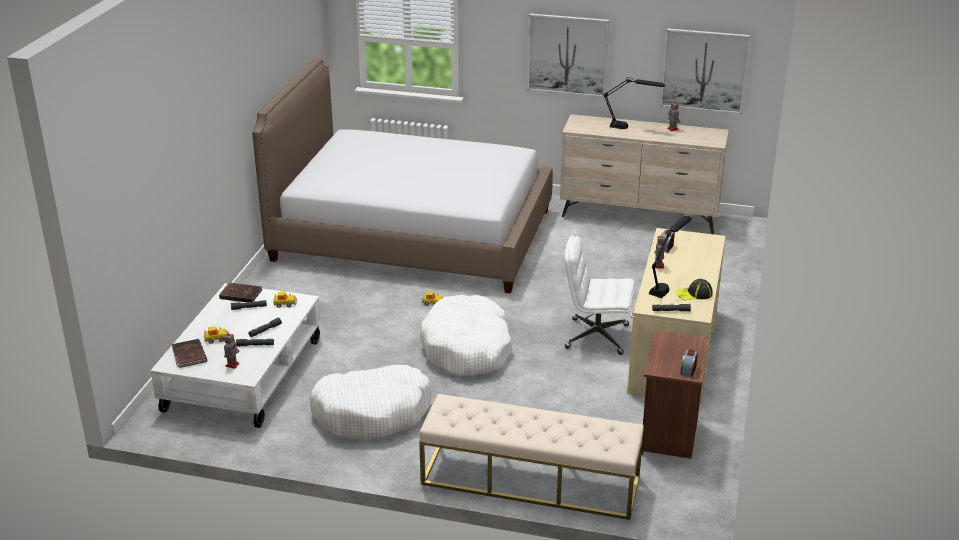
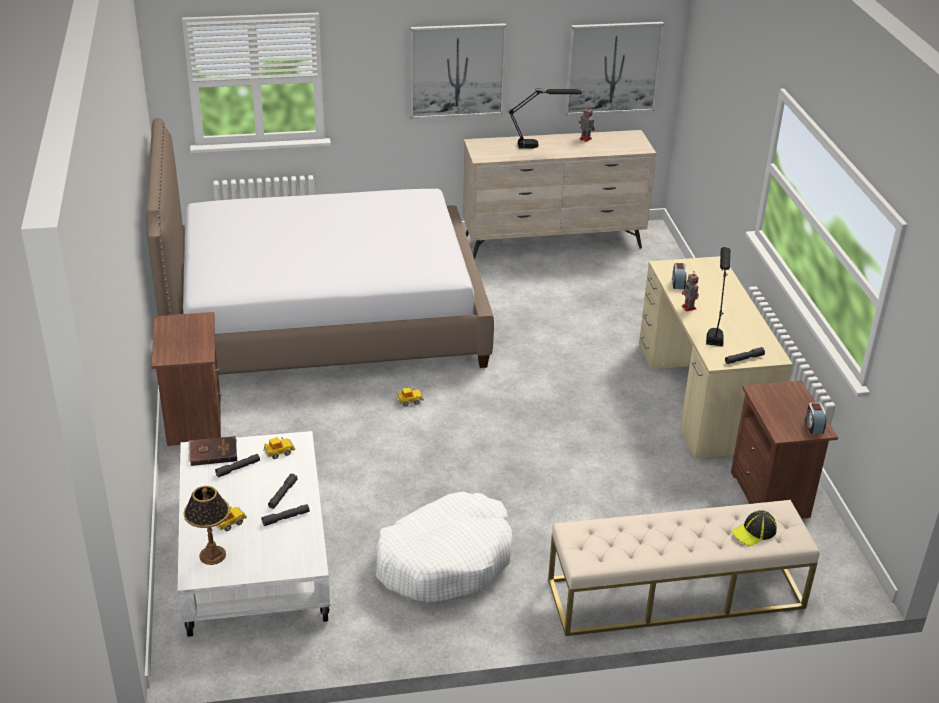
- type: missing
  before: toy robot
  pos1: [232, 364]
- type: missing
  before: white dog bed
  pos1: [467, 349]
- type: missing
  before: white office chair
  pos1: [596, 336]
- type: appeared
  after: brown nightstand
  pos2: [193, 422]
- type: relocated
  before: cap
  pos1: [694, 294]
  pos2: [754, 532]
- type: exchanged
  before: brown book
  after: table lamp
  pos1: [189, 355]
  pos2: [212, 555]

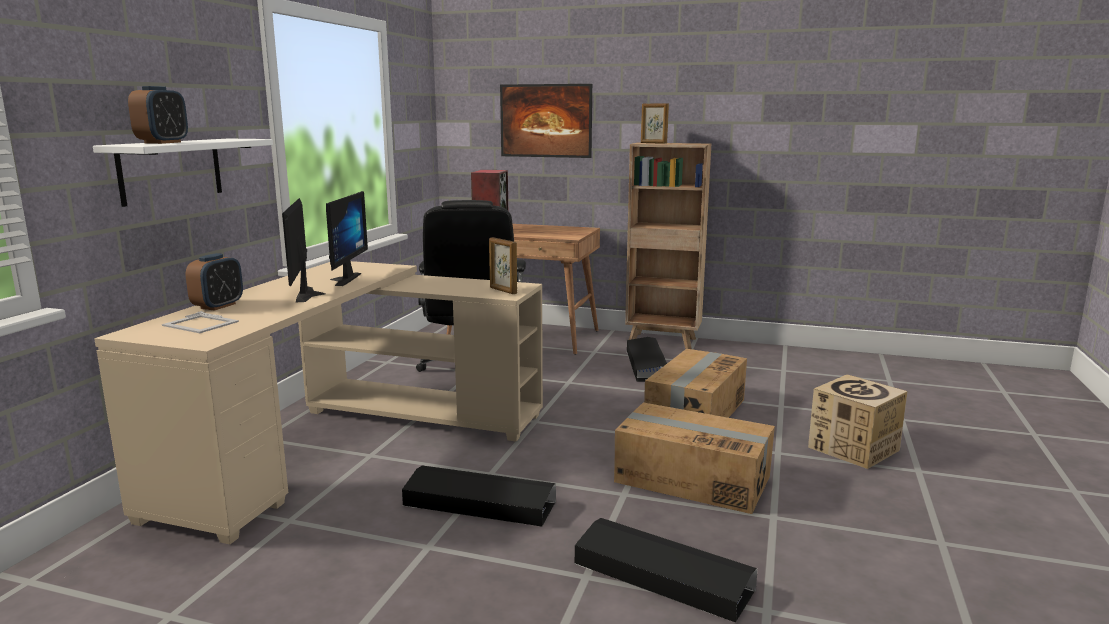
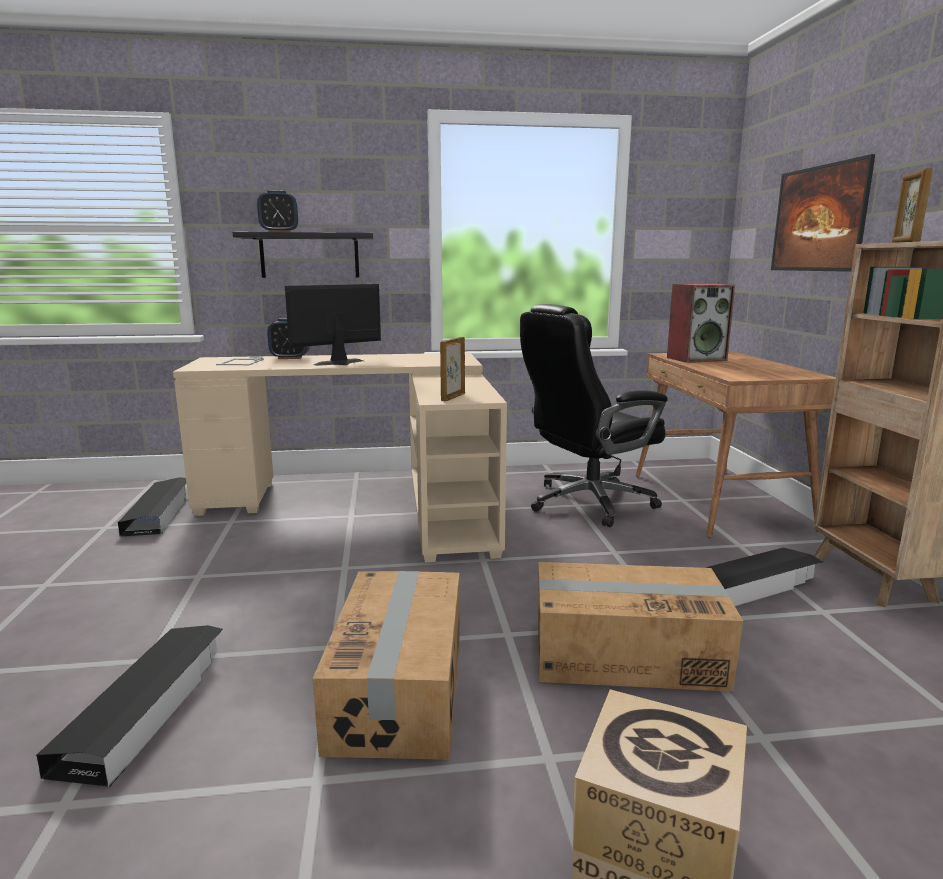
- type: missing
  before: monitor
  pos1: [341, 279]
- type: relocated
  before: black storage box
  pos1: [479, 504]
  pos2: [159, 513]
- type: colour
  before: white shelf
  after: black shelf
  pos1: [171, 170]
  pos2: [309, 256]

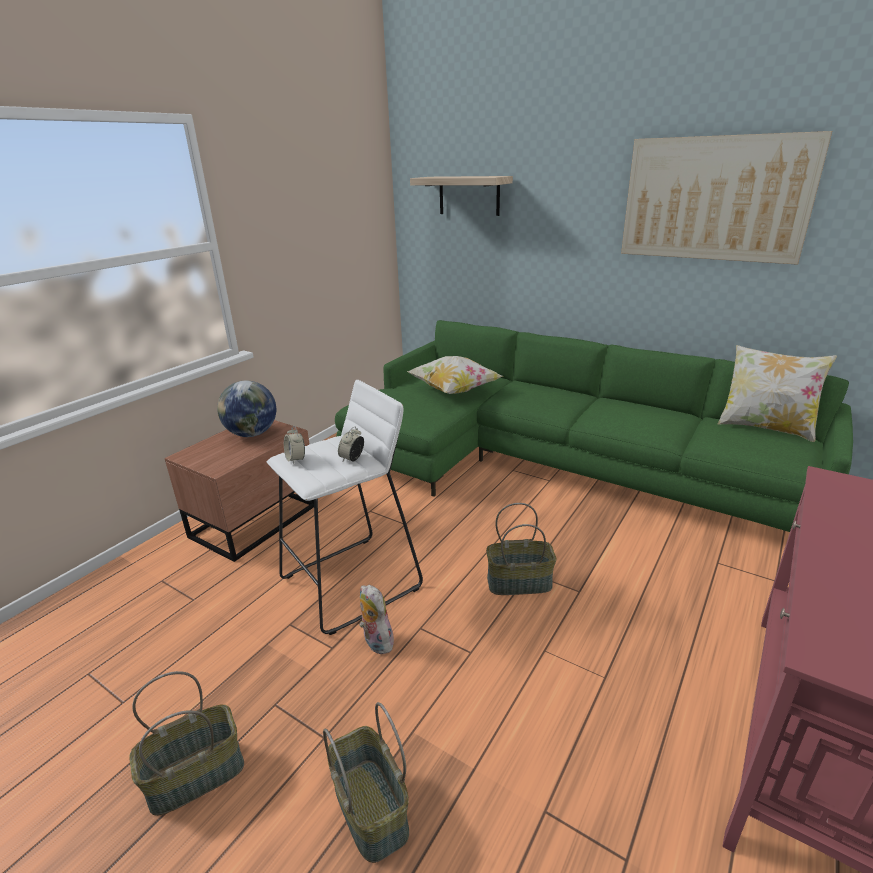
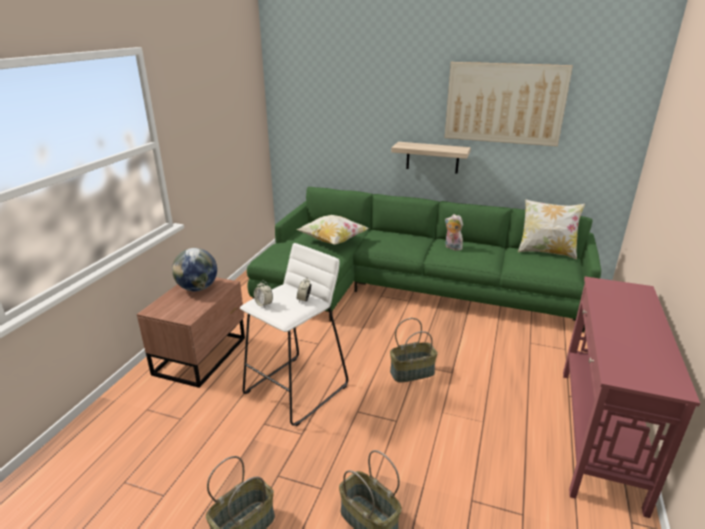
- type: relocated
  before: plush toy
  pos1: [376, 641]
  pos2: [452, 247]
- type: relocated
  before: shelf
  pos1: [469, 195]
  pos2: [432, 157]

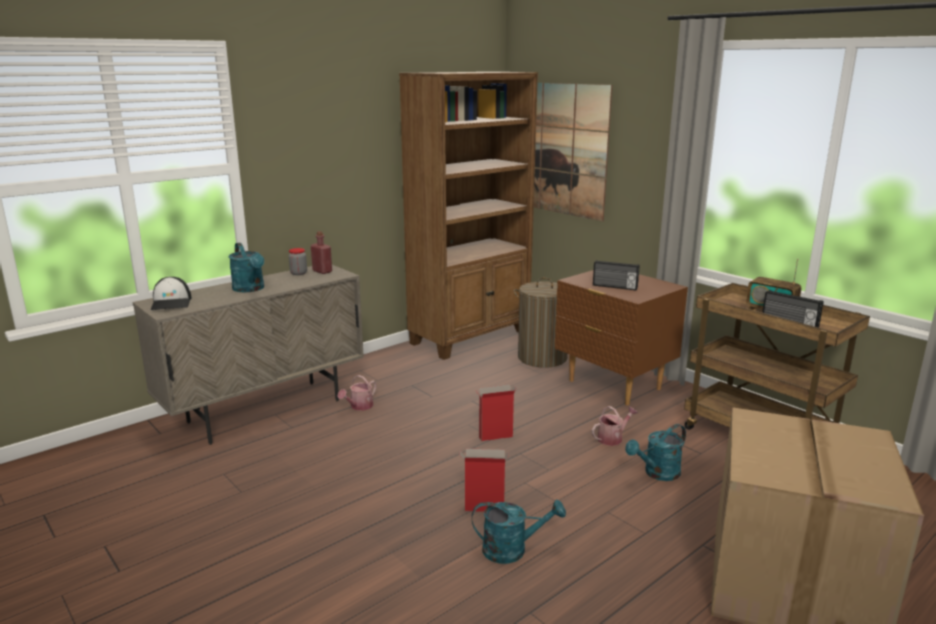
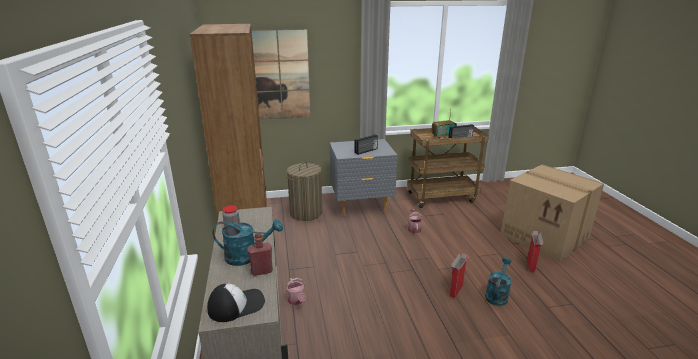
- type: missing
  before: turquoise watering can
  pos1: [657, 474]
- type: relocated
  before: red bottle
  pos1: [322, 271]
  pos2: [261, 271]
- type: relocated
  before: cardboard box
  pos1: [495, 437]
  pos2: [531, 266]
- type: colour
  before: brown nightstand
  after: grey nightstand
  pos1: [613, 385]
  pos2: [361, 207]
- type: spun
  before: cap
  pos1: [172, 303]
  pos2: [236, 305]
  turn: -45

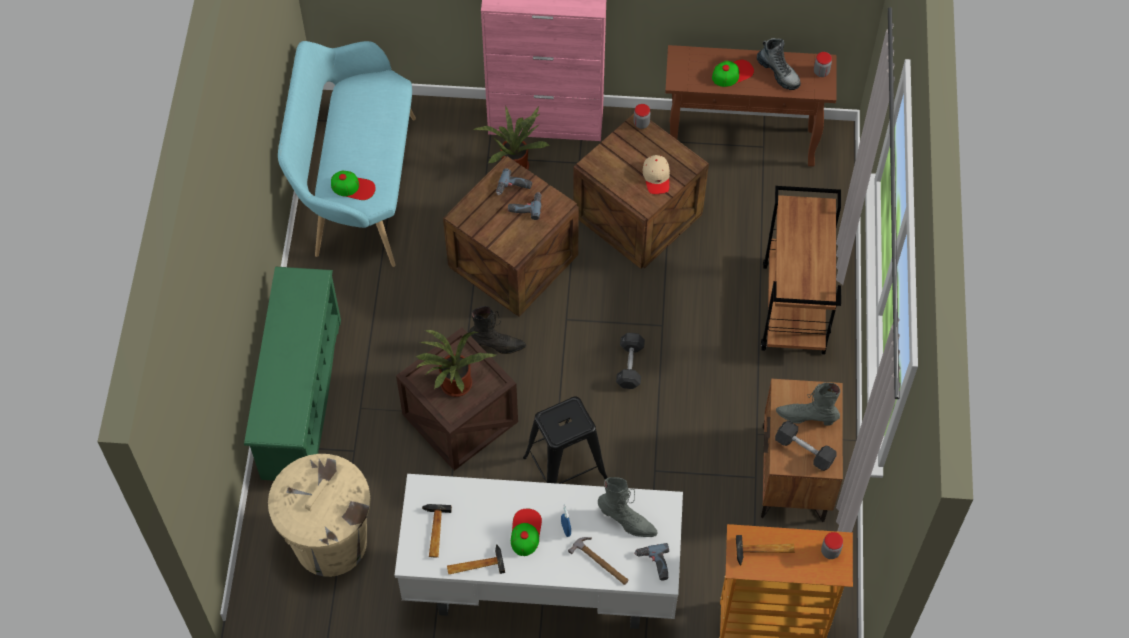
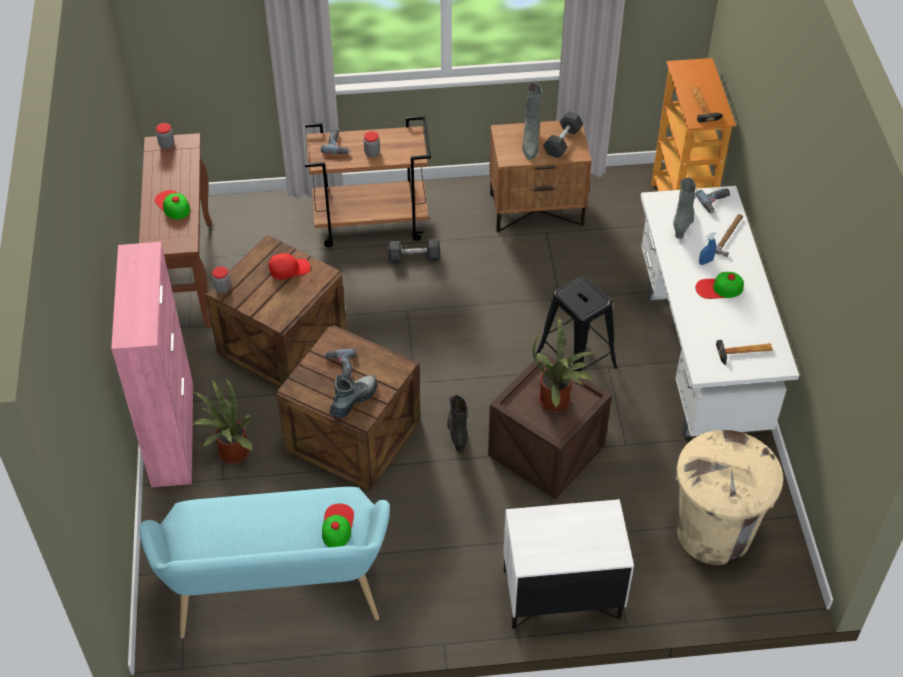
- type: missing
  before: hammer
  pos1: [475, 564]
- type: relocated
  before: power drill
  pos1: [514, 188]
  pos2: [338, 145]
- type: relocated
  before: grey dumbbell
  pos1: [630, 365]
  pos2: [414, 257]
- type: relocated
  before: boot
  pos1: [778, 73]
  pos2: [353, 400]
- type: relocated
  before: jar
  pos1: [830, 551]
  pos2: [372, 153]
- type: exchanged
  before: green shoe rack
  after: white nightstand
  pos1: [300, 398]
  pos2: [561, 596]
- type: colour
  before: beige cap
  after: red cap
  pos1: [656, 177]
  pos2: [289, 269]

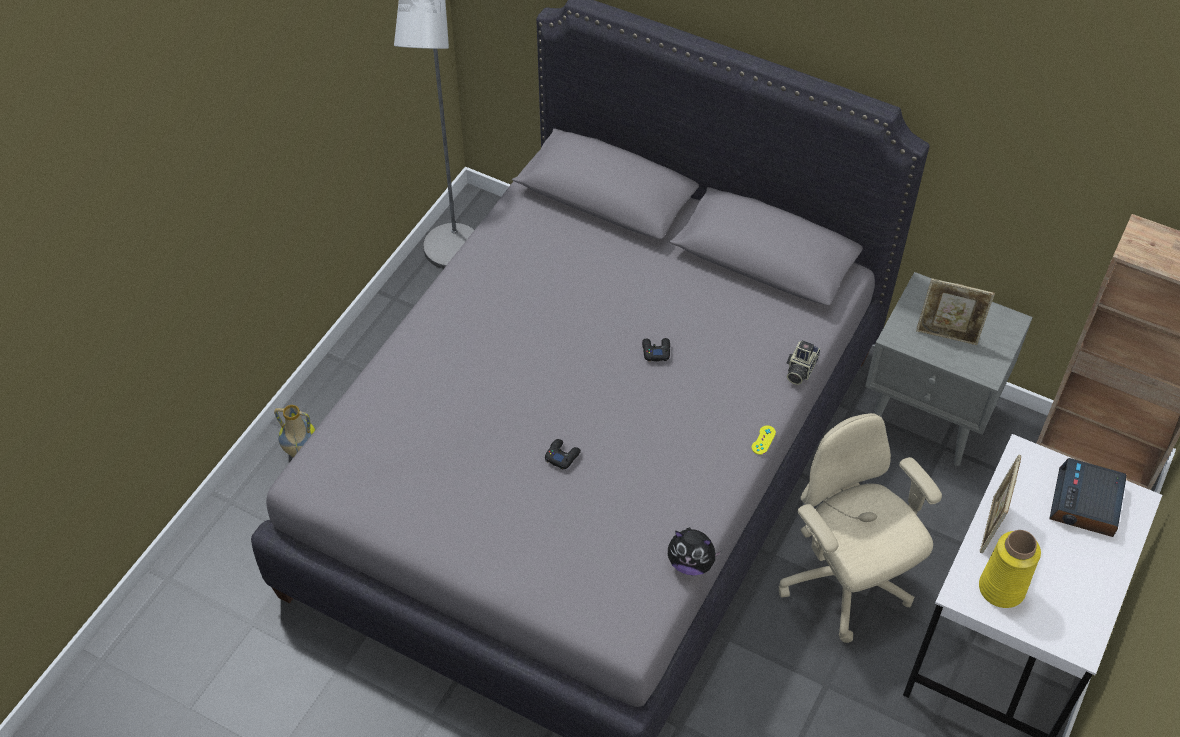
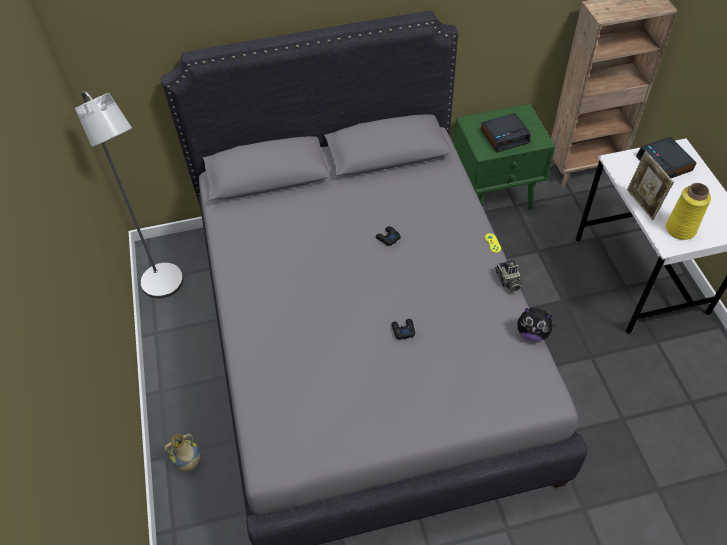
- type: missing
  before: beige office chair
  pos1: [845, 583]
- type: relocated
  before: photo camera
  pos1: [799, 370]
  pos2: [507, 281]
- type: exchanged
  before: picture frame
  after: alarm clock
  pos1: [947, 335]
  pos2: [505, 136]
- type: colour
  before: grey nightstand
  after: green nightstand
  pos1: [930, 416]
  pos2: [495, 195]
- type: spun
  before: plush toy
  pos1: [691, 563]
  pos2: [532, 333]
  turn: 45

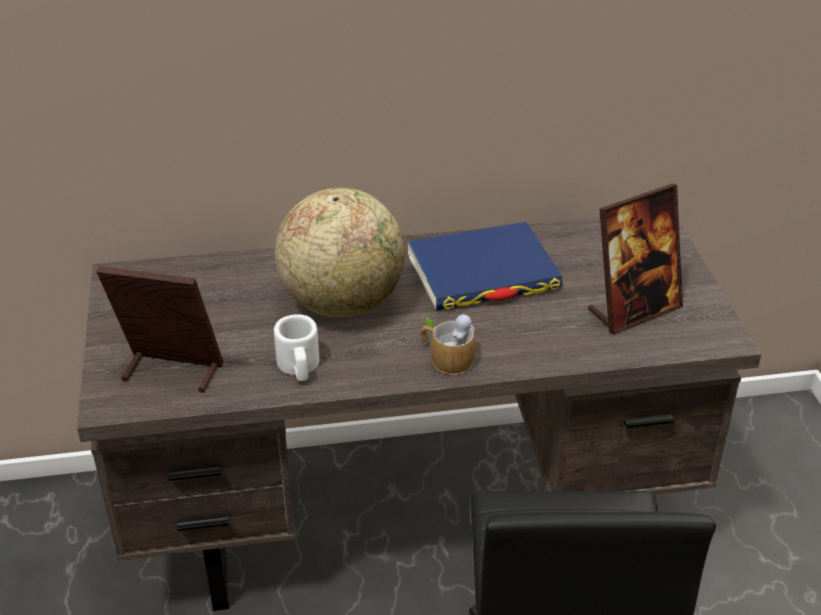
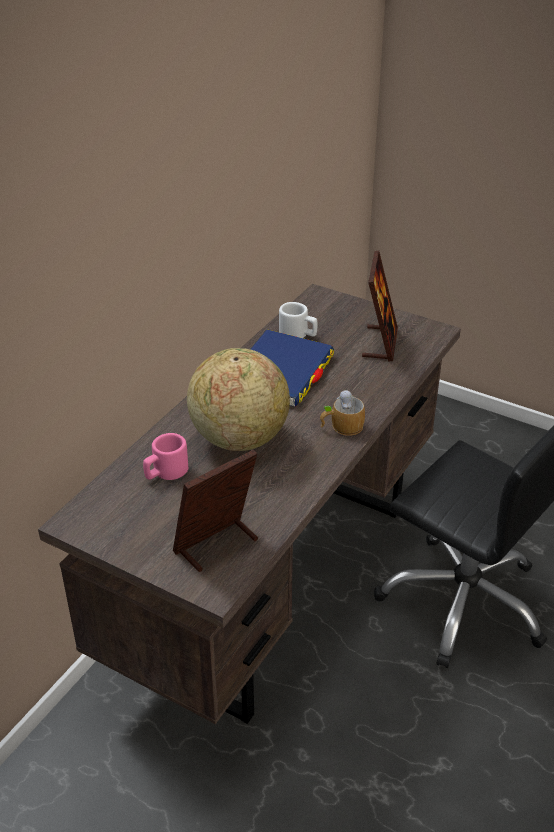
- type: appeared
  after: pink mug
  pos2: [165, 472]
- type: relocated
  before: white mug
  pos1: [299, 367]
  pos2: [298, 334]

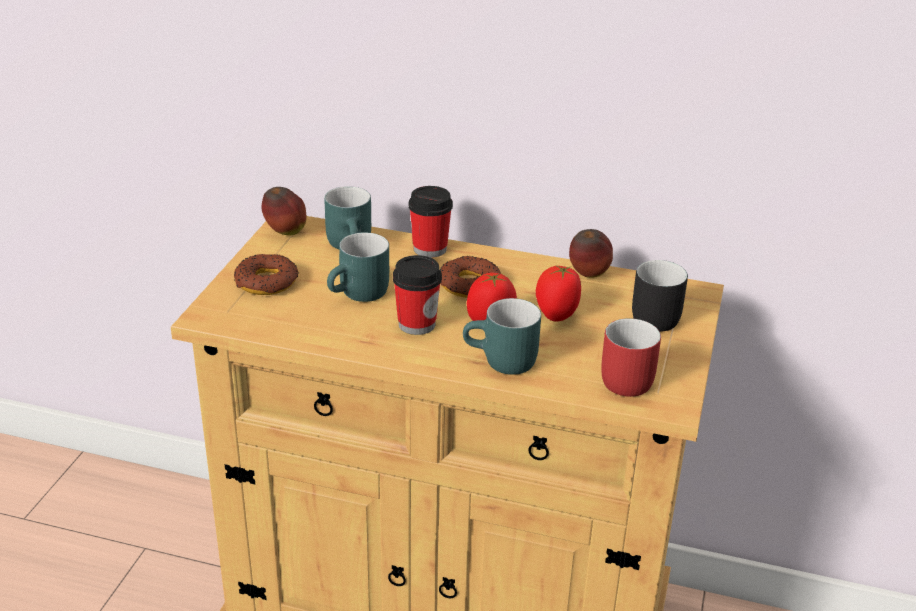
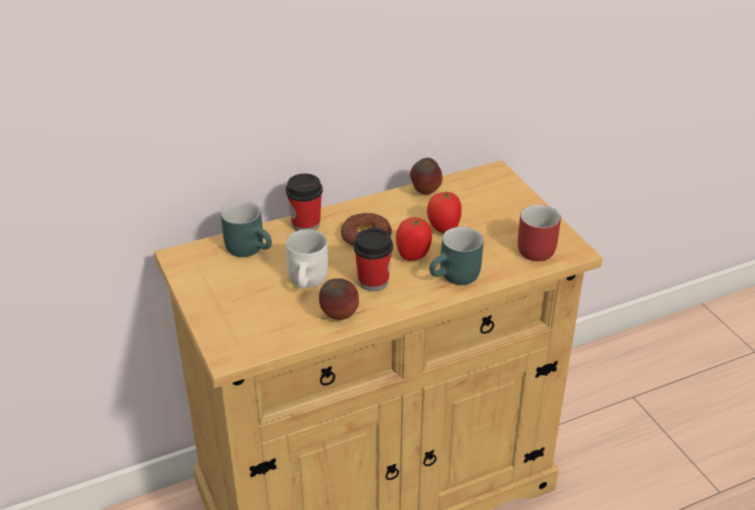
- type: missing
  before: donut
  pos1: [266, 282]
- type: missing
  before: black mug
  pos1: [648, 316]
- type: relocated
  before: apple
  pos1: [285, 233]
  pos2: [339, 316]
- type: colour
  before: turquoise mug
  after: white mug
  pos1: [361, 295]
  pos2: [310, 281]

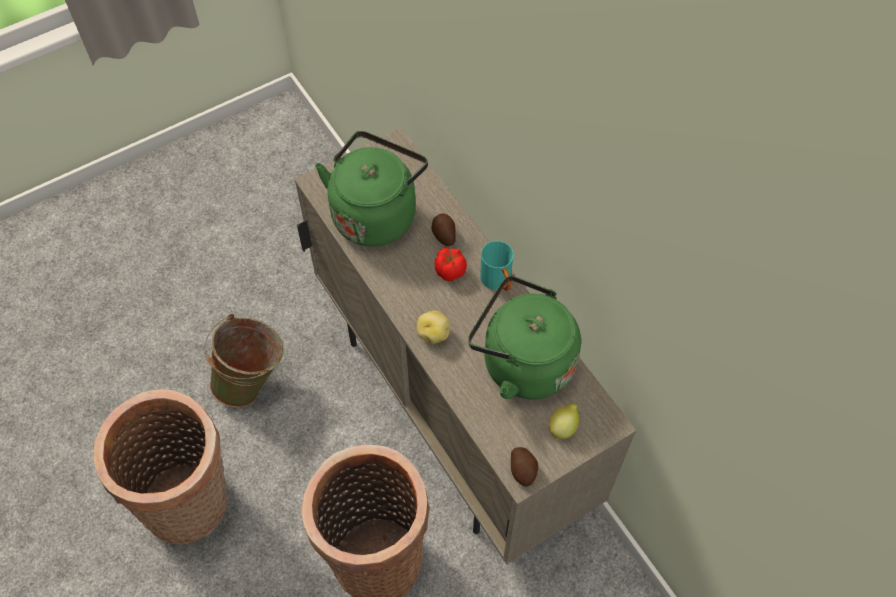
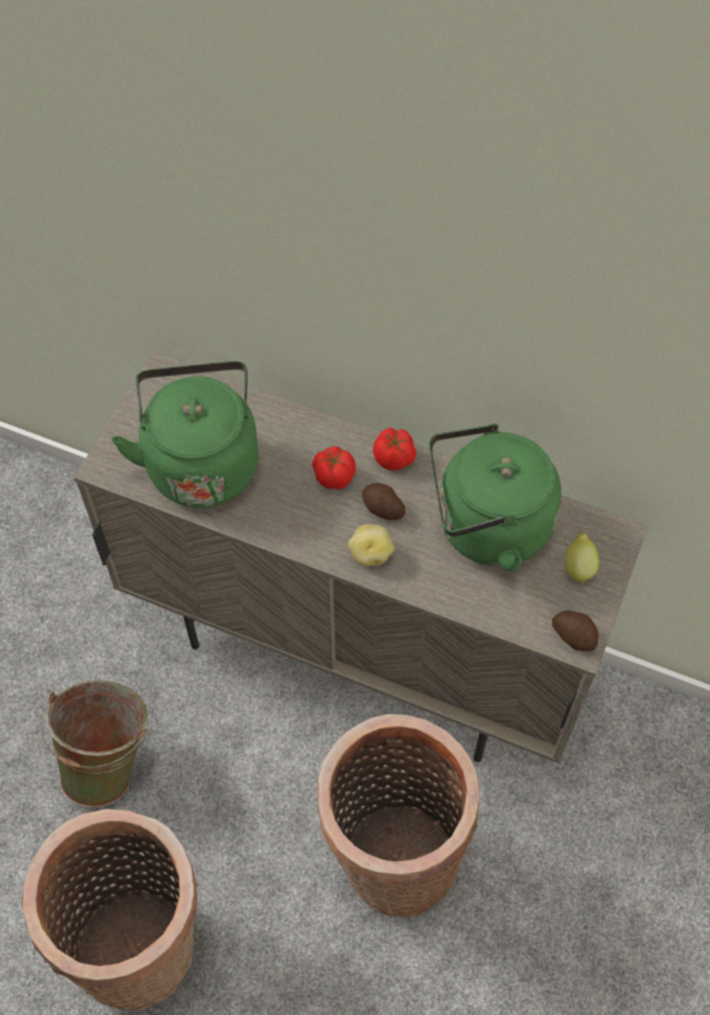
- type: relocated
  before: potato
  pos1: [443, 234]
  pos2: [382, 509]
- type: exchanged
  before: turquoise mug
  after: tomato
  pos1: [498, 282]
  pos2: [394, 458]

